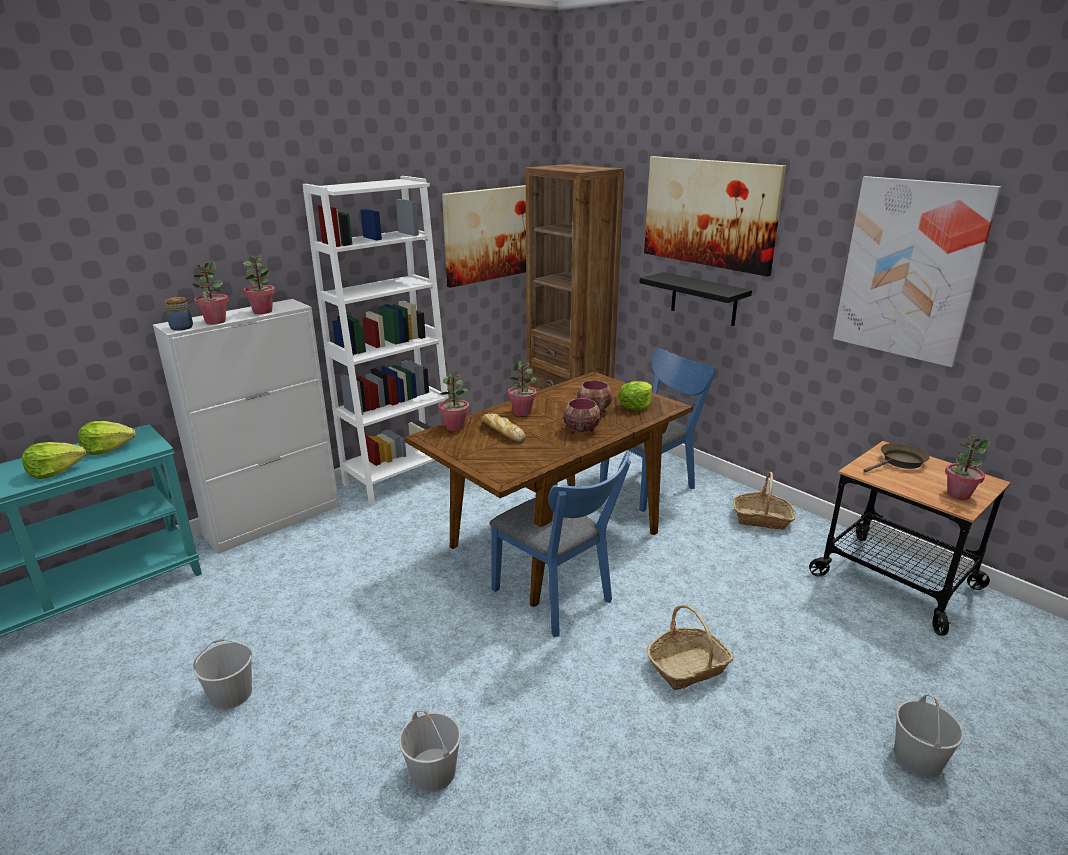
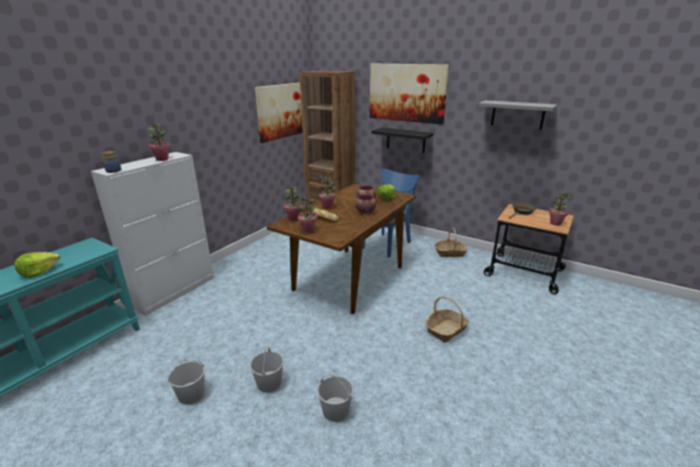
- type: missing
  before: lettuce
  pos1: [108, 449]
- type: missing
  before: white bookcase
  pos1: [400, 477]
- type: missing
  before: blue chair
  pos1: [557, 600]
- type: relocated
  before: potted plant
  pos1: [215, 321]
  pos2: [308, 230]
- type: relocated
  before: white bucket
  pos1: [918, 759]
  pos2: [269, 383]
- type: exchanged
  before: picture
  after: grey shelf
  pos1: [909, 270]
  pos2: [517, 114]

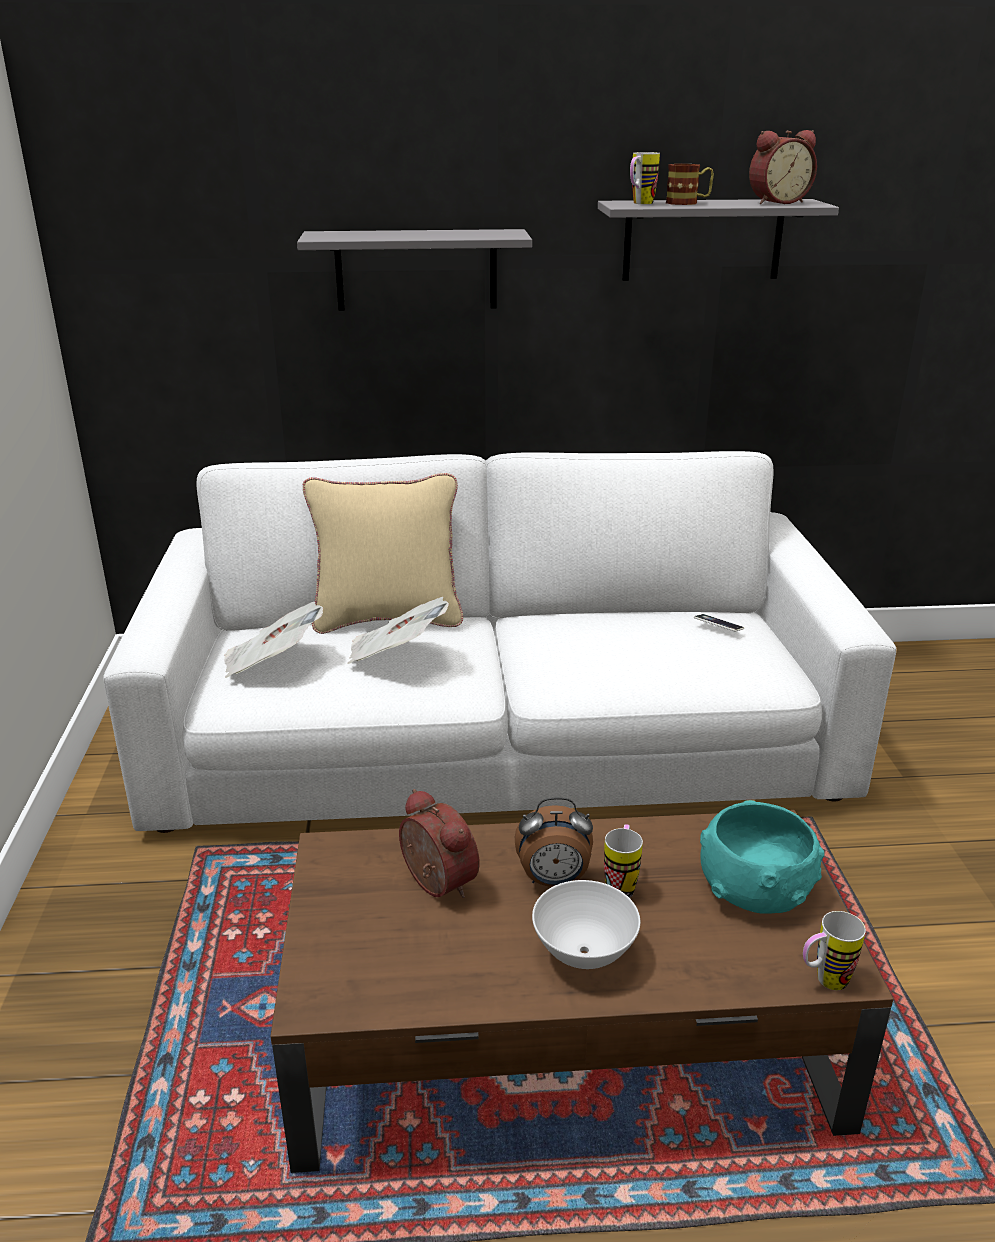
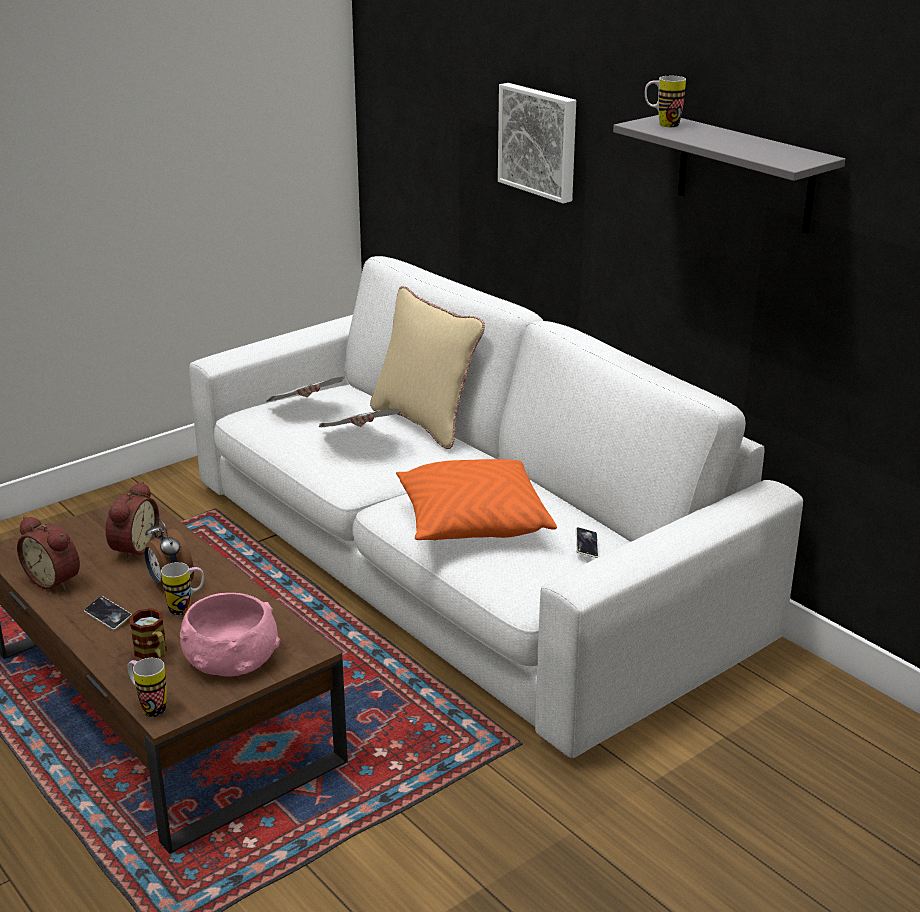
- type: appeared
  after: orange pillow
  pos2: [472, 522]
- type: relocated
  before: mug
  pos1: [688, 203]
  pos2: [153, 653]
- type: relocated
  before: alarm clock
  pos1: [776, 202]
  pos2: [55, 579]
- type: exchanged
  before: grey shelf
  after: picture
  pos1: [416, 270]
  pos2: [540, 141]
- type: exchanged
  before: white bowl
  after: phone
  pos1: [584, 954]
  pos2: [108, 616]
- type: colour
  before: turquoise bowl
  after: pink bowl
  pos1: [754, 884]
  pos2: [231, 657]

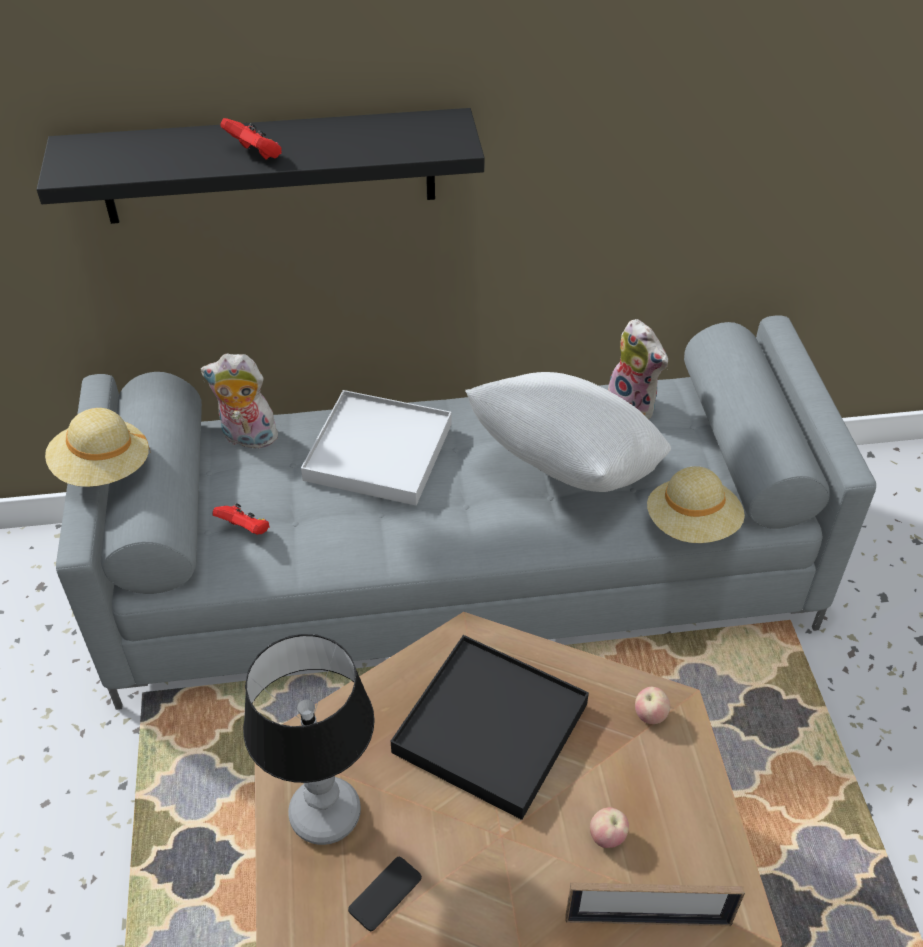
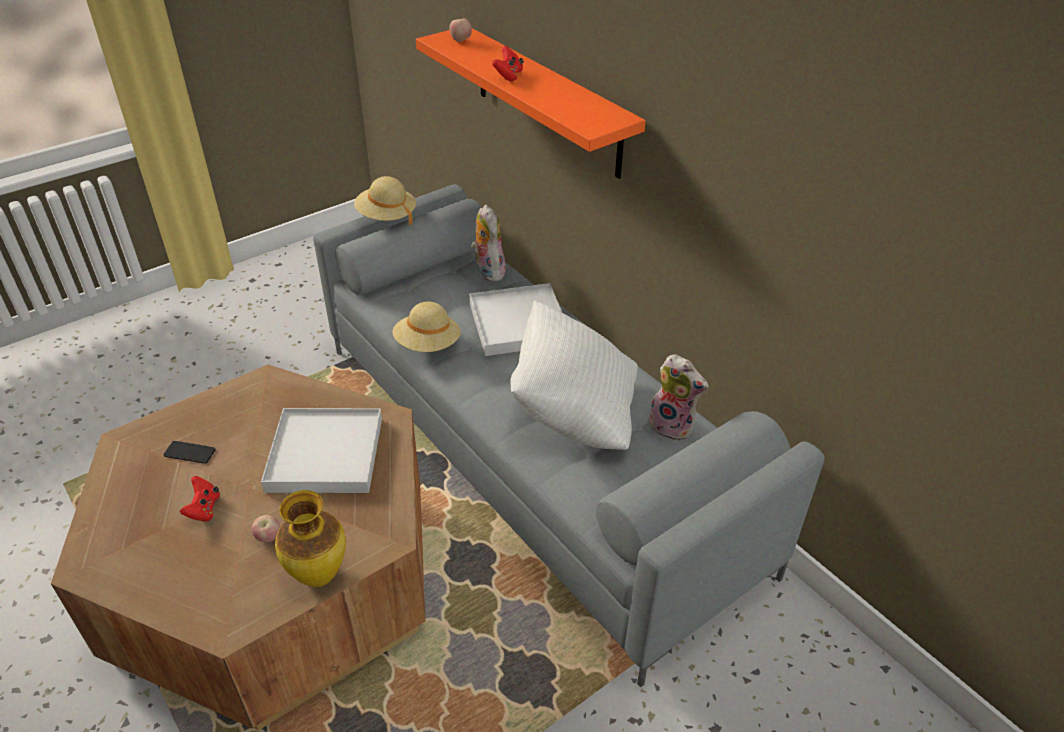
- type: missing
  before: table lamp
  pos1: [325, 812]
- type: missing
  before: picture frame
  pos1: [648, 920]
- type: appeared
  after: vase
  pos2: [318, 577]
- type: relocated
  before: red game controller
  pos1: [245, 530]
  pos2: [204, 509]
- type: relocated
  before: apple
  pos1: [650, 715]
  pos2: [461, 41]
- type: relocated
  before: beige hat
  pos1: [692, 525]
  pos2: [428, 345]
- type: colour
  before: black shelf
  after: orange shelf
  pos1: [269, 166]
  pos2: [547, 101]
- type: colour
  before: black tray
  after: white tray
  pos1: [491, 728]
  pos2: [325, 454]
- type: spun
  before: plush toy
  pos1: [634, 406]
  pos2: [673, 425]
  turn: -75

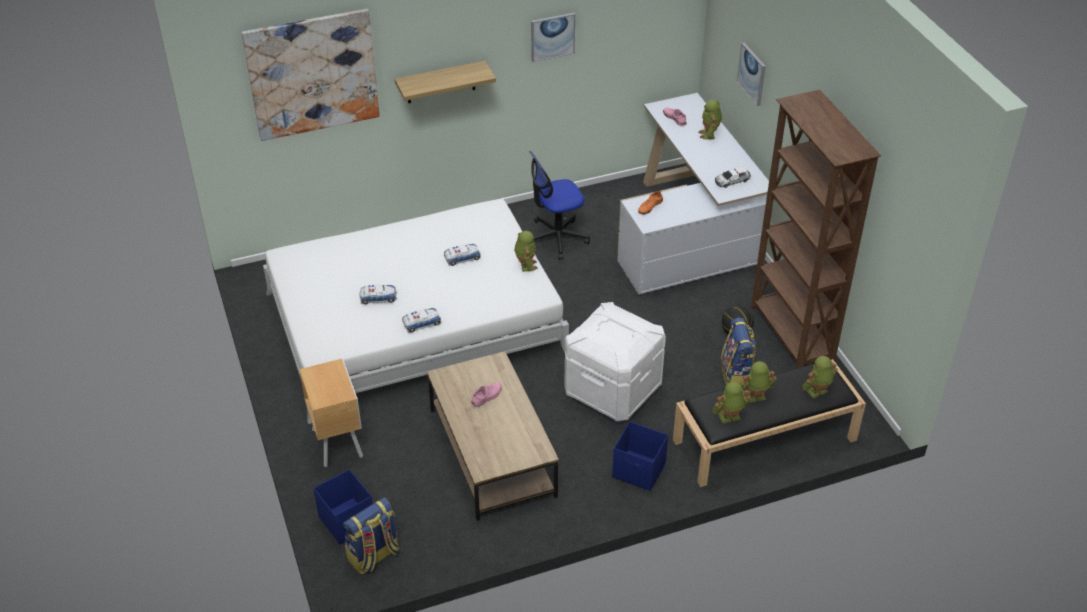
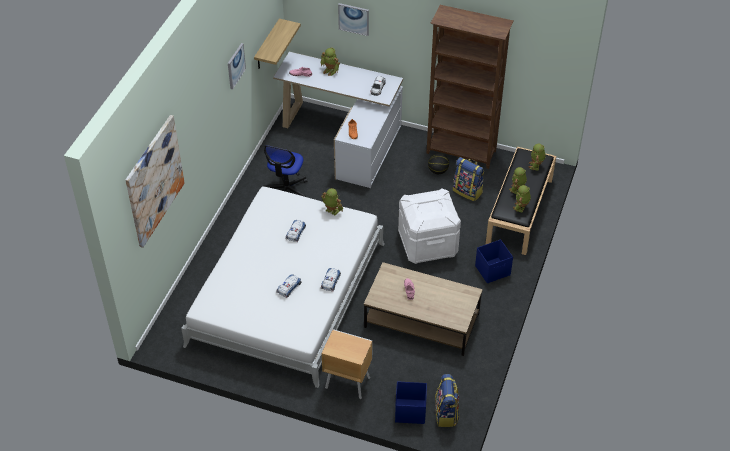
- type: relocated
  before: shelf
  pos1: [441, 82]
  pos2: [267, 45]

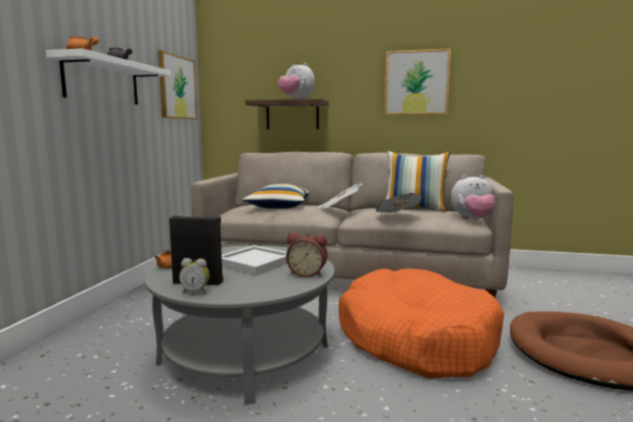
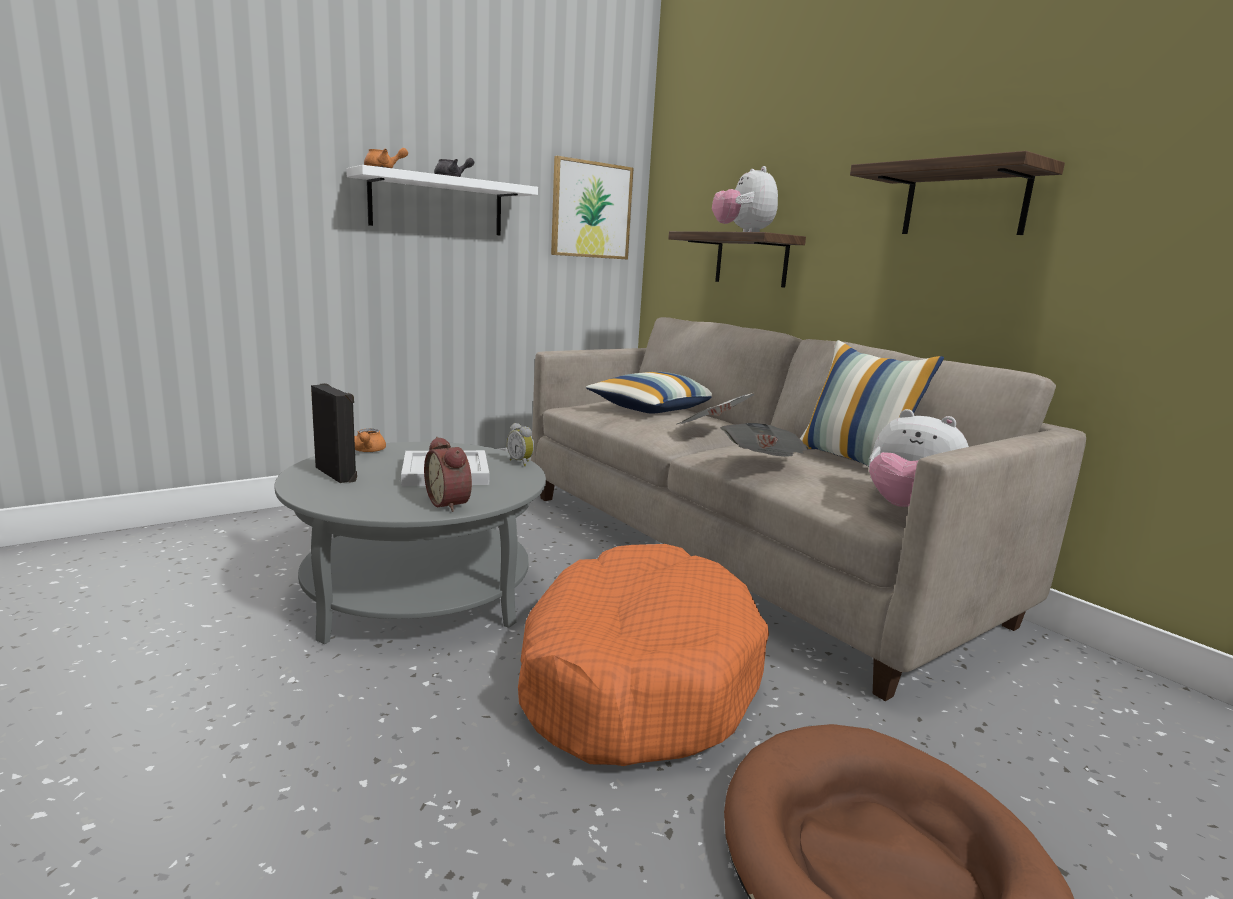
- type: relocated
  before: alarm clock
  pos1: [196, 292]
  pos2: [521, 462]
- type: exchanged
  before: picture
  after: shelf
  pos1: [416, 82]
  pos2: [964, 201]

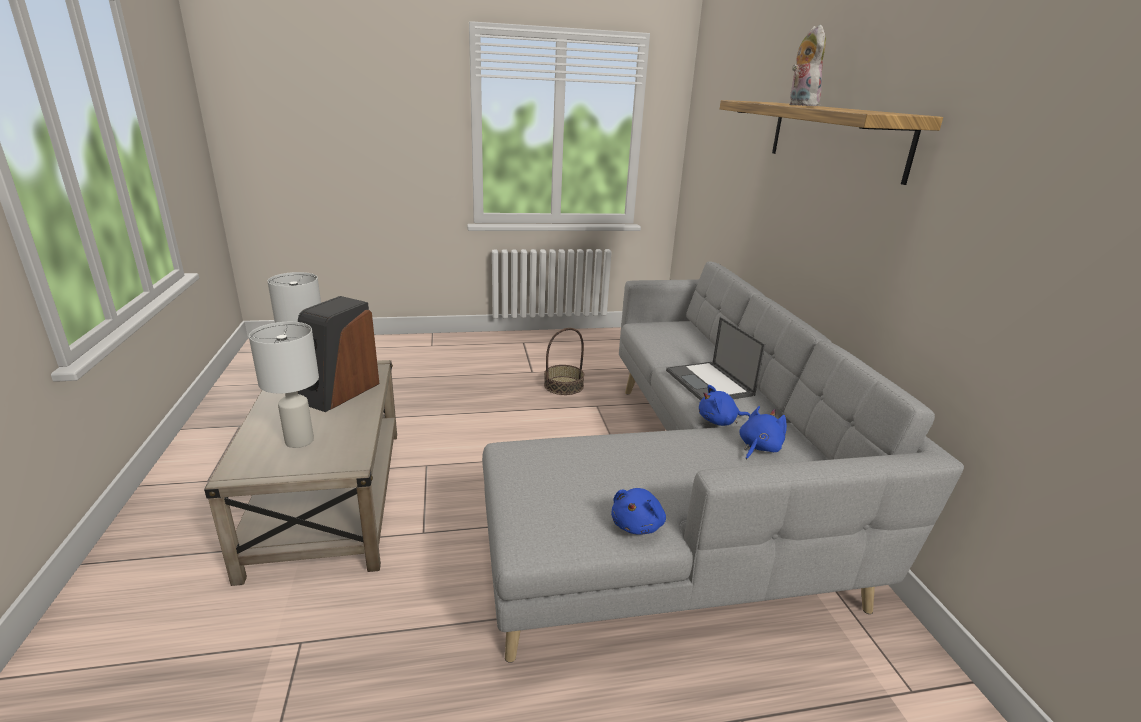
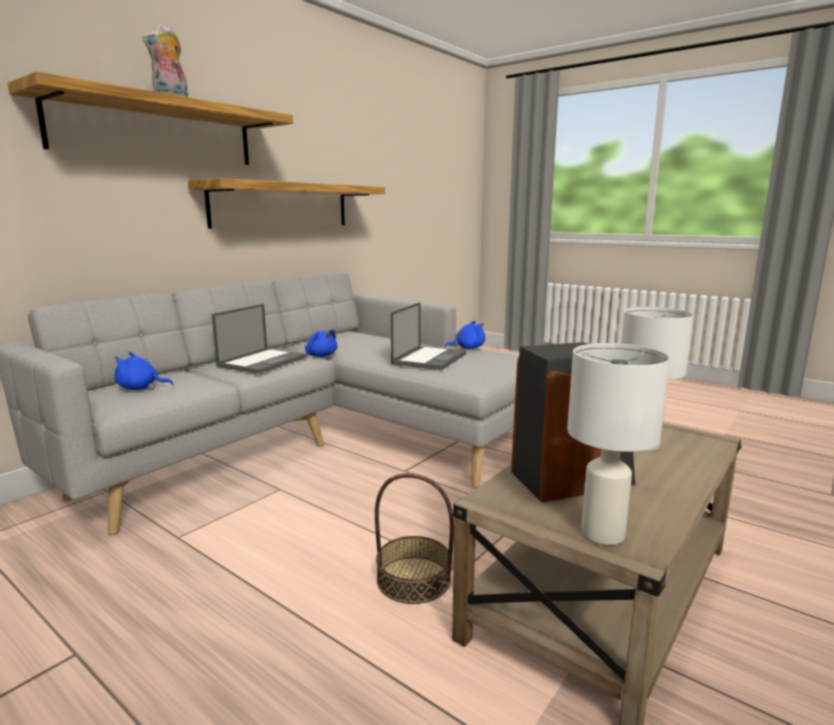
- type: appeared
  after: shelf
  pos2: [282, 205]
- type: appeared
  after: laptop
  pos2: [429, 358]
- type: relocated
  before: basket
  pos1: [563, 385]
  pos2: [413, 579]
- type: relocated
  before: blue plush toy
  pos1: [758, 447]
  pos2: [140, 388]

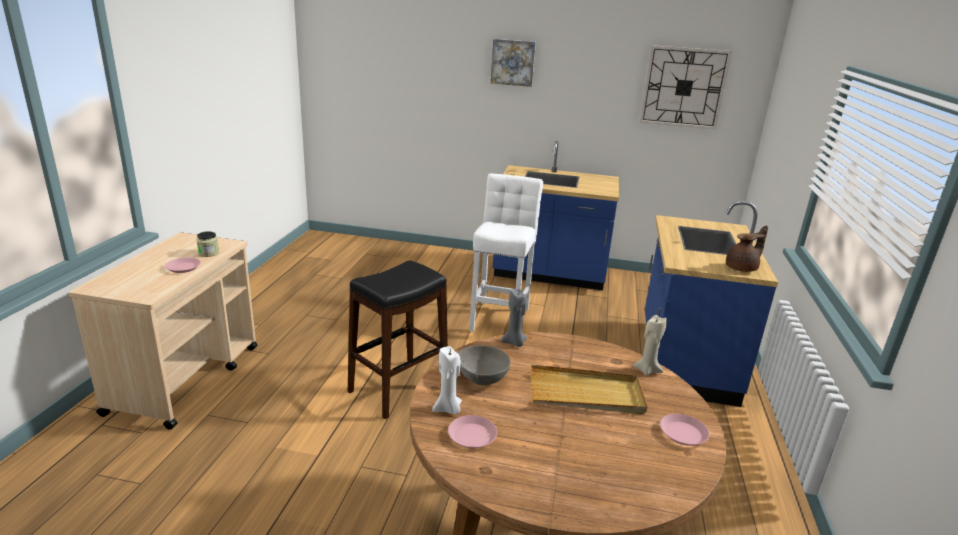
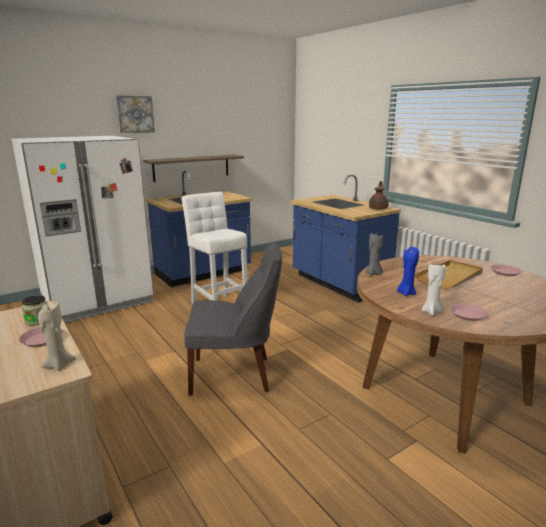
- type: missing
  before: wall clock
  pos1: [683, 87]
- type: appeared
  after: white fridge
  pos2: [97, 300]
- type: appeared
  after: shelf
  pos2: [191, 167]
- type: relocated
  before: beige candle
  pos1: [647, 370]
  pos2: [58, 364]
- type: exchanged
  before: black stool
  after: grey chair
  pos1: [398, 388]
  pos2: [235, 375]
- type: exchanged
  before: grey bowl
  after: blue candle
  pos1: [482, 379]
  pos2: [406, 293]

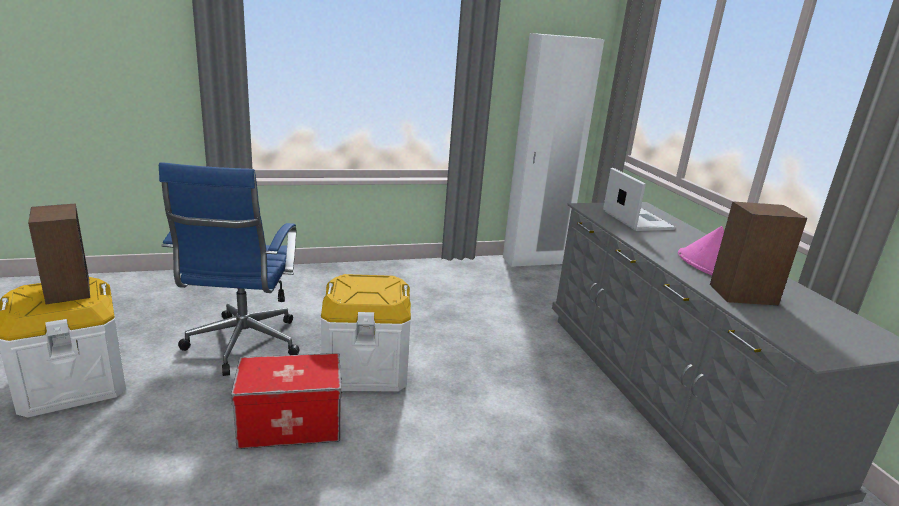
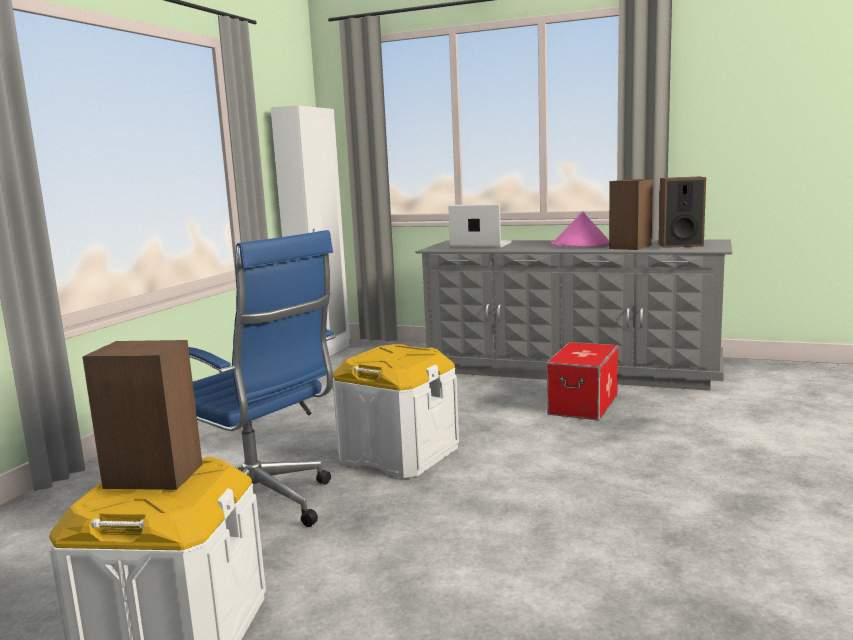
- type: appeared
  after: speaker
  pos2: [680, 245]
- type: relocated
  before: storage box
  pos1: [291, 424]
  pos2: [583, 404]

